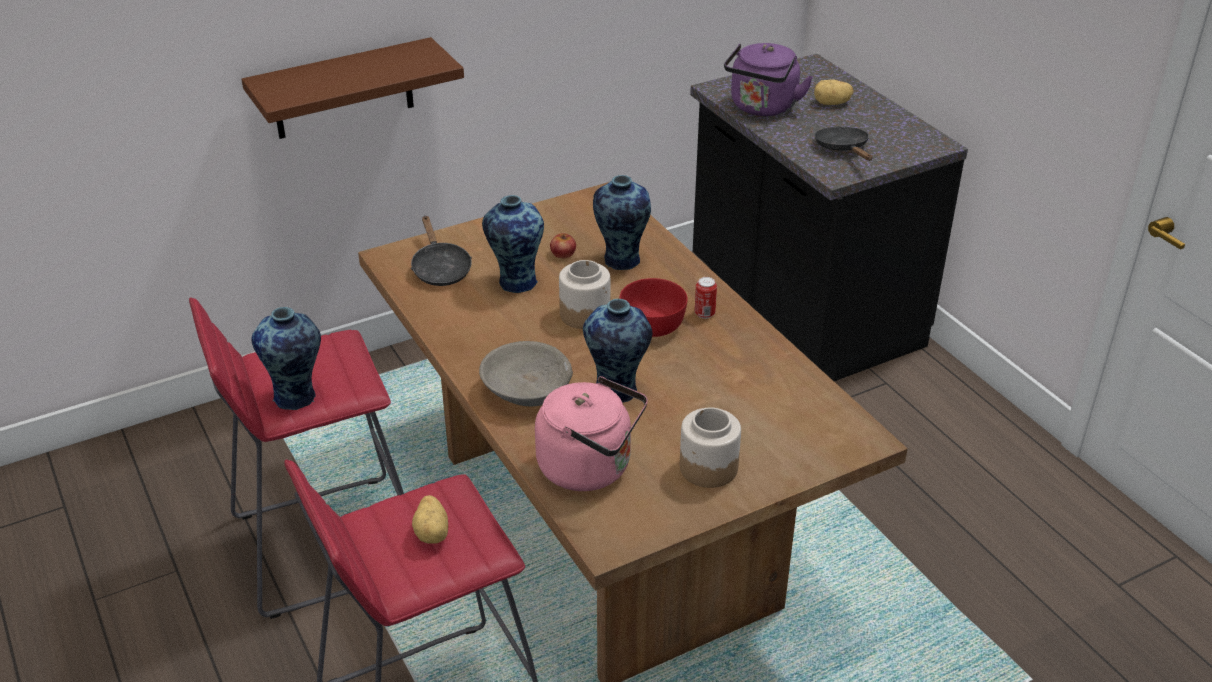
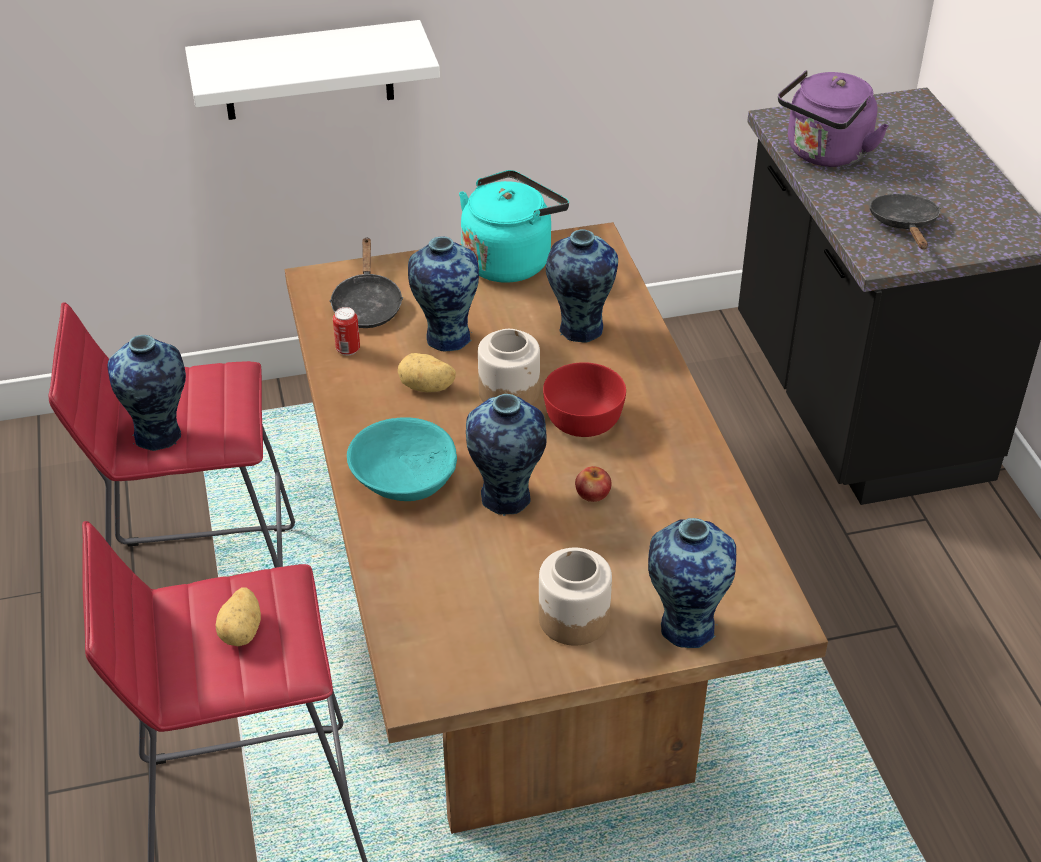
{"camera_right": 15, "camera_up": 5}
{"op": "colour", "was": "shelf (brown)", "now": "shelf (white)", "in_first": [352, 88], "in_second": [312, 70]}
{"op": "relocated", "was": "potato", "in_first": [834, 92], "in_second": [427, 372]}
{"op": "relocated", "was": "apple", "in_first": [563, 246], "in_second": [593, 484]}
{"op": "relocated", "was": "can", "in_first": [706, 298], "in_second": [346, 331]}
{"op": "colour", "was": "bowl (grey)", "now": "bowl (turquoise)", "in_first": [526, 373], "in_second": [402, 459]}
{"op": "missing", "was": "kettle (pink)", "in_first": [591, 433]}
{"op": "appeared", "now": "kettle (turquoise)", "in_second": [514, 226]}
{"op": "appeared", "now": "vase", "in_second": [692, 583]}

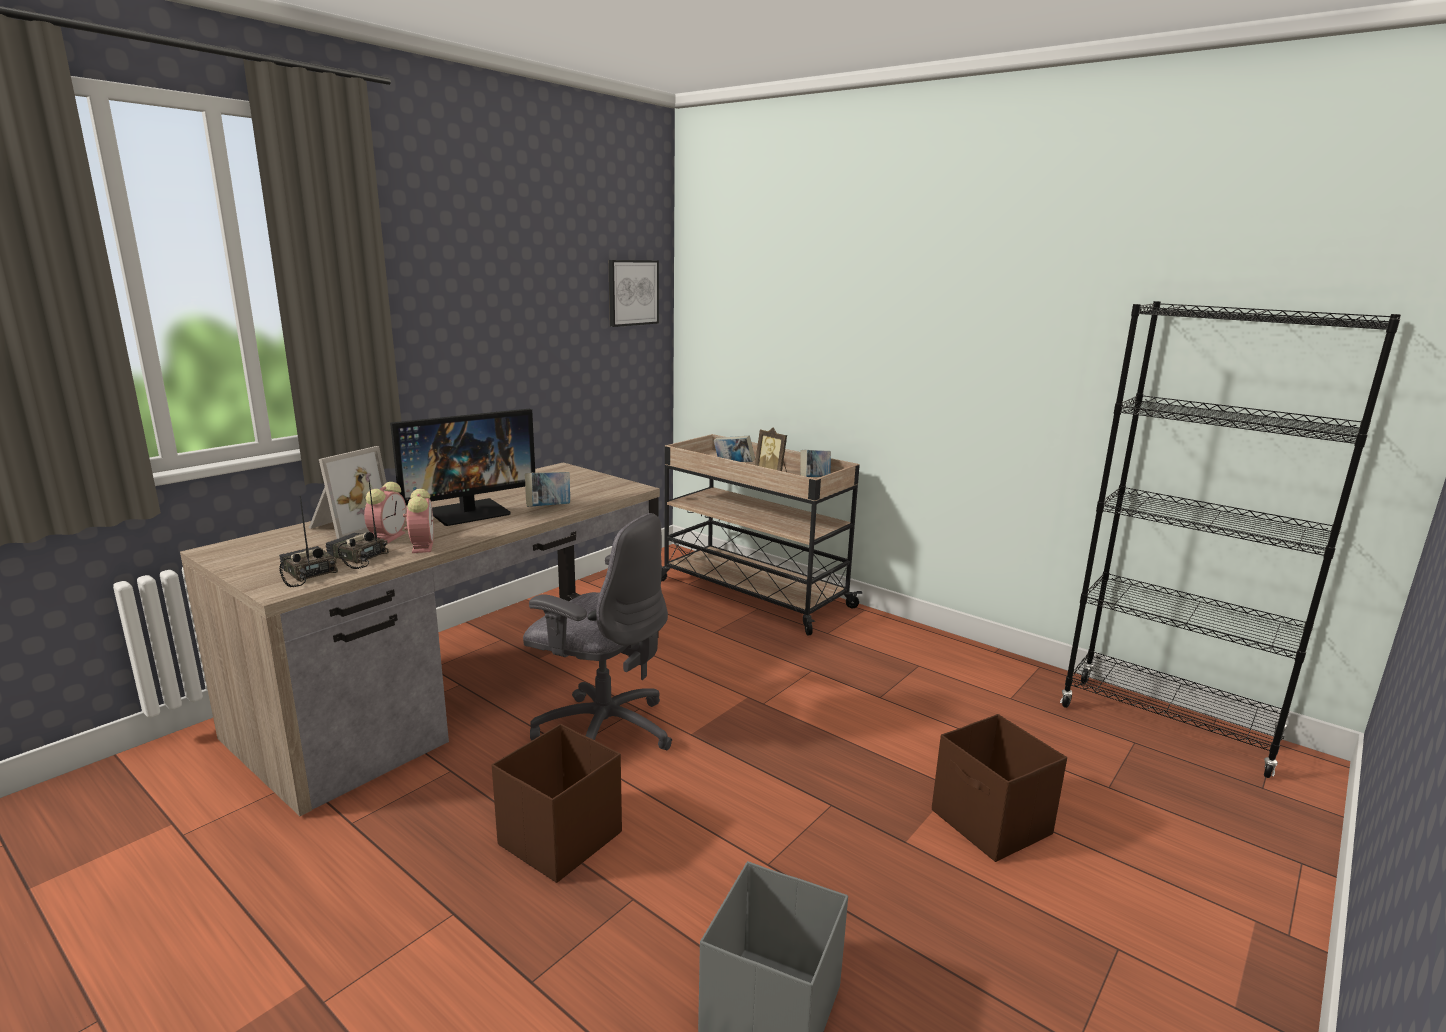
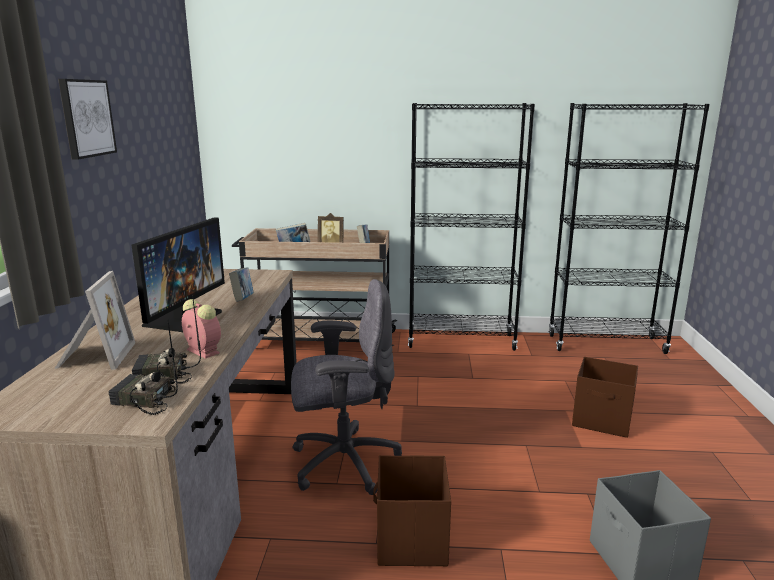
{"camera_right": -35, "camera_up": 0}
{"op": "relocated", "was": "picture", "in_first": [633, 293], "in_second": [87, 119]}
{"op": "missing", "was": "alarm clock", "in_first": [385, 512]}
{"op": "appeared", "now": "bookcase (black)", "in_second": [471, 227]}

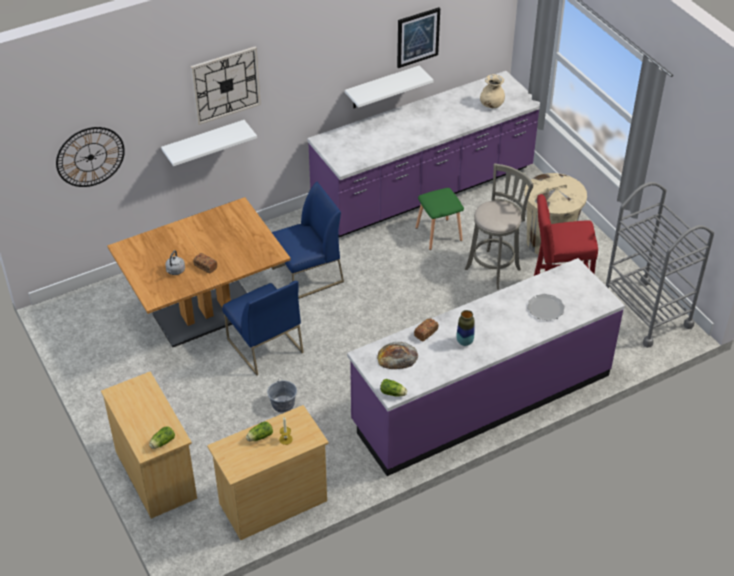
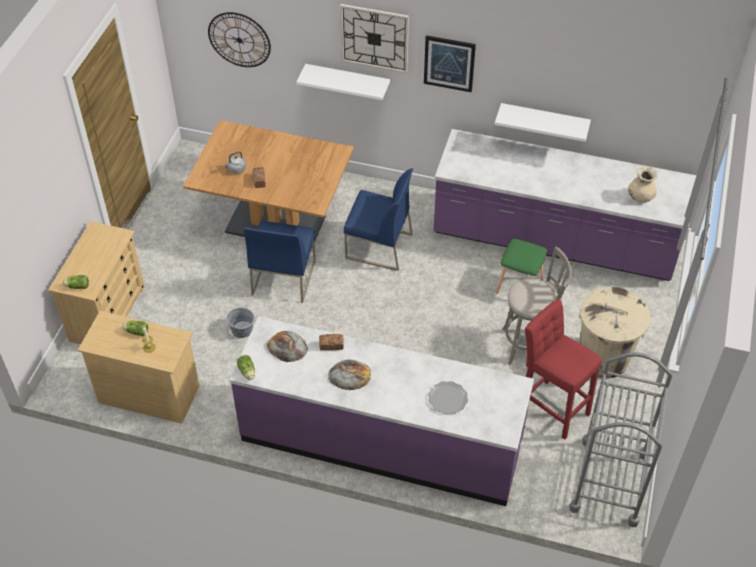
{"camera_right": 45, "camera_up": 5}
{"op": "relocated", "was": "picture", "in_first": [418, 37], "in_second": [450, 63]}
{"op": "exchanged", "was": "vase", "now": "bread", "in_first": [465, 328], "in_second": [349, 375]}

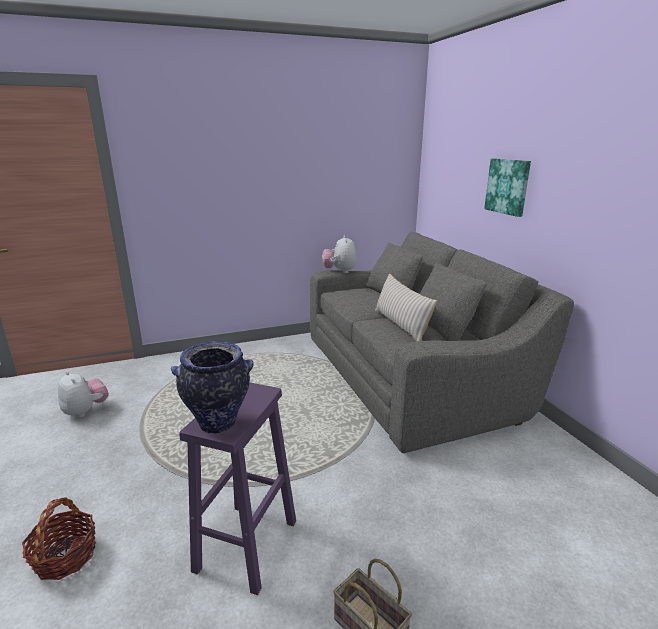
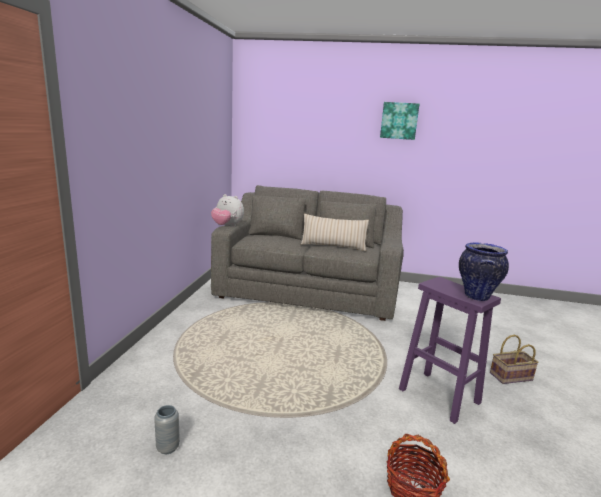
{"camera_right": -60, "camera_up": -5}
{"op": "relocated", "was": "picture", "in_first": [507, 187], "in_second": [400, 121]}
{"op": "exchanged", "was": "plush toy", "now": "vase (grey)", "in_first": [83, 394], "in_second": [167, 429]}

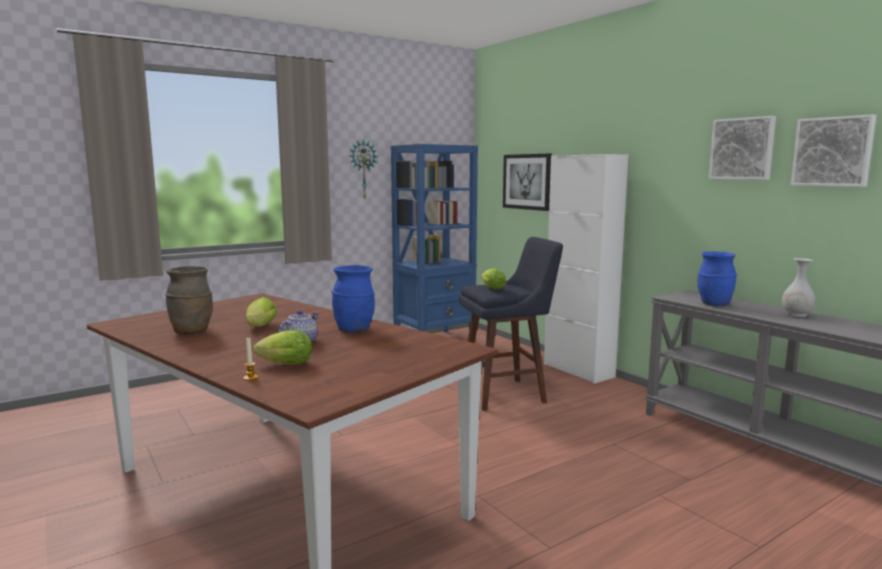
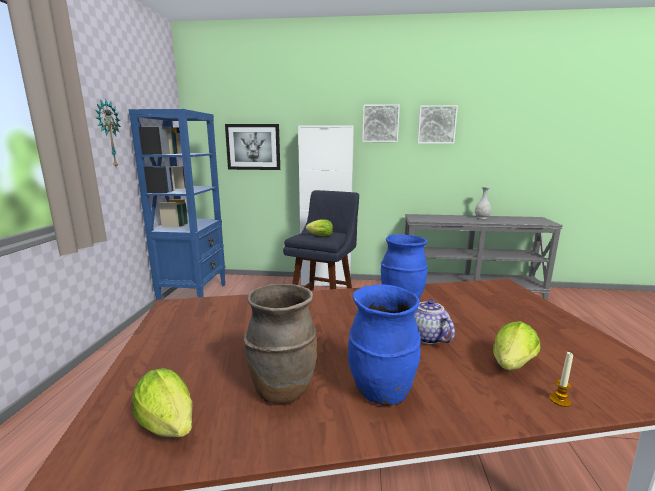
{"camera_right": -50, "camera_up": 5}
{"op": "relocated", "was": "picture", "in_first": [833, 150], "in_second": [381, 123]}
{"op": "relocated", "was": "vase (blue)", "in_first": [717, 278], "in_second": [384, 344]}
{"op": "relocated", "was": "lettuce", "in_first": [261, 312], "in_second": [162, 402]}

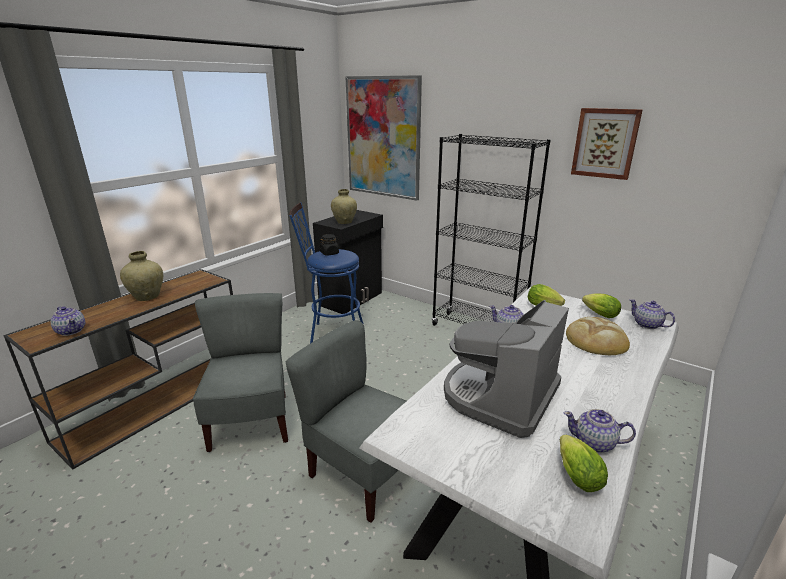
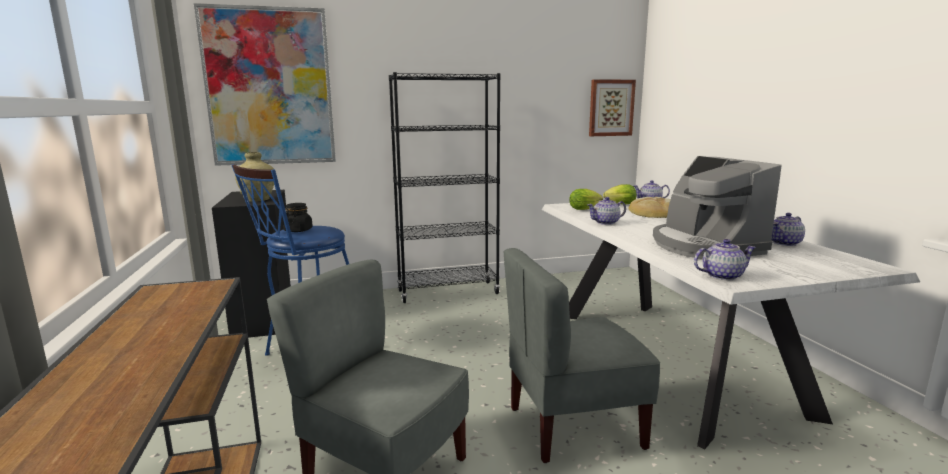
{"camera_right": -50, "camera_up": -10}
{"op": "relocated", "was": "picture", "in_first": [606, 144], "in_second": [612, 107]}
{"op": "missing", "was": "vase (beige)", "in_first": [141, 276]}
{"op": "relocated", "was": "teapot", "in_first": [67, 321], "in_second": [725, 259]}
{"op": "missing", "was": "lettuce", "in_first": [584, 463]}

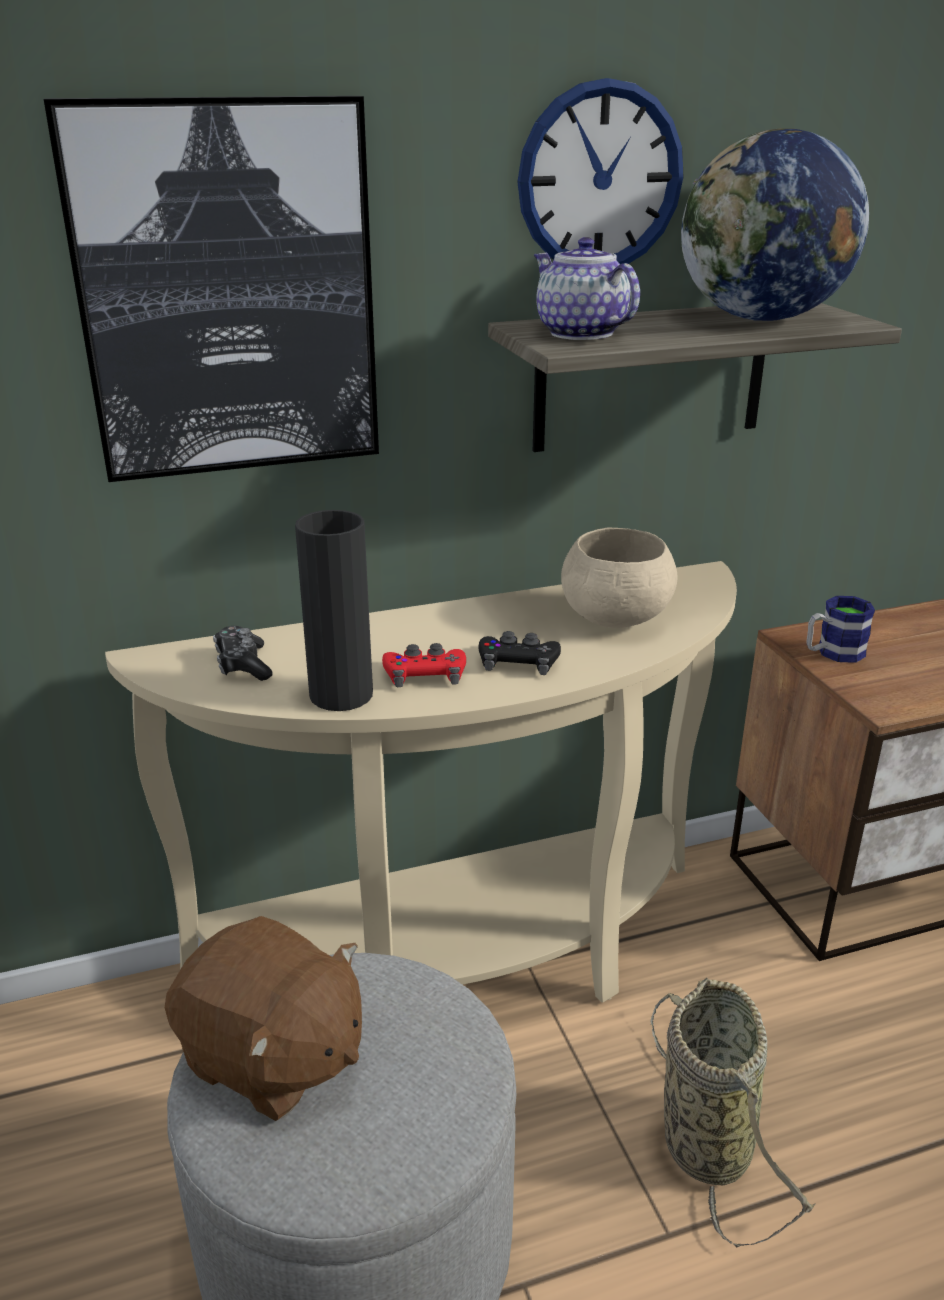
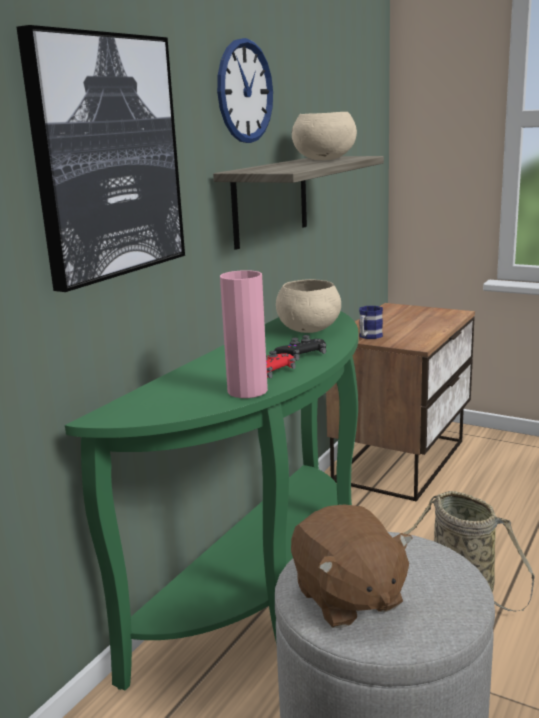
{"camera_right": -40, "camera_up": -10}
{"op": "exchanged", "was": "globe", "now": "bowl (beige)", "in_first": [775, 224], "in_second": [324, 136]}
{"op": "missing", "was": "teapot", "in_first": [587, 288]}
{"op": "colour", "was": "vase (black)", "now": "vase (pink)", "in_first": [334, 610], "in_second": [244, 334]}
{"op": "colour", "was": "console table (beige)", "now": "console table (green)", "in_first": [421, 782], "in_second": [211, 501]}
{"op": "missing", "was": "game controller", "in_first": [243, 653]}
{"op": "spun", "was": "plush toy (brown)", "in_first": [263, 1018], "in_second": [352, 566], "clockwise": 75}

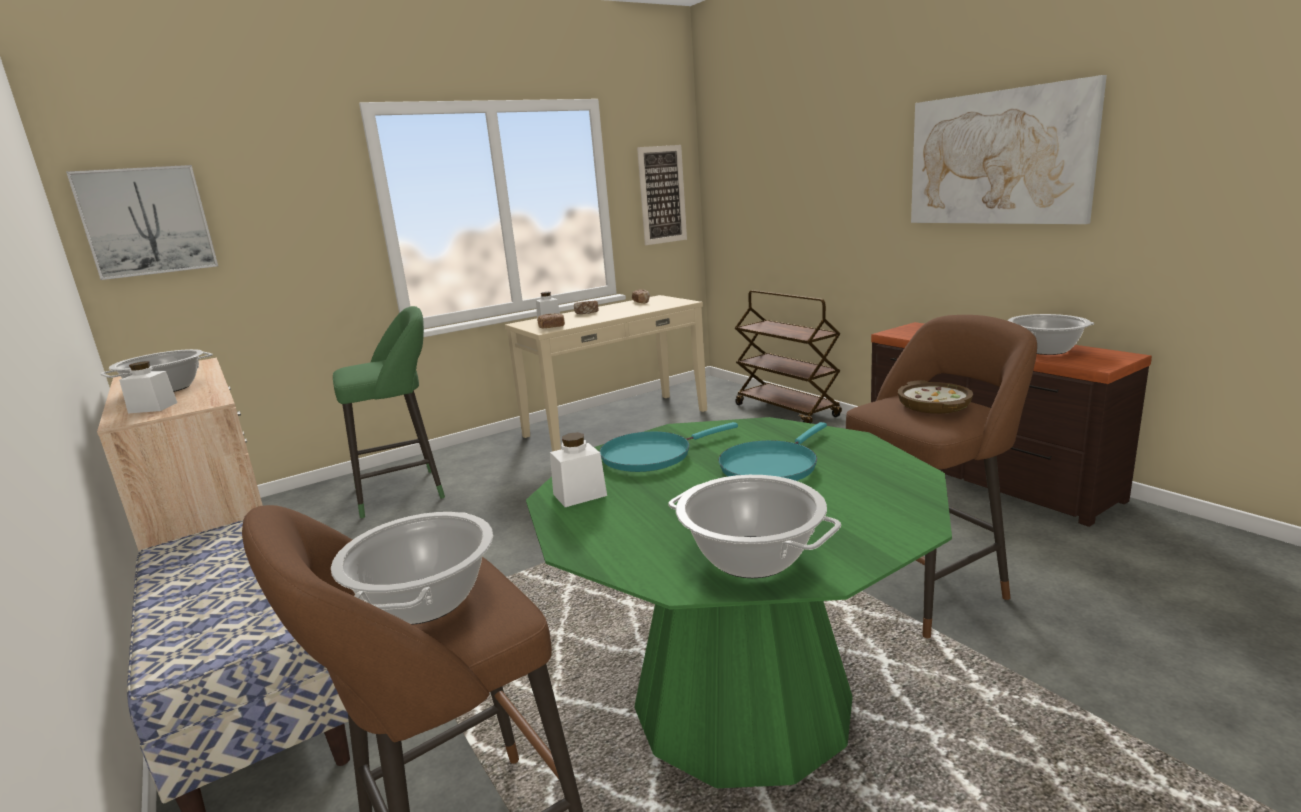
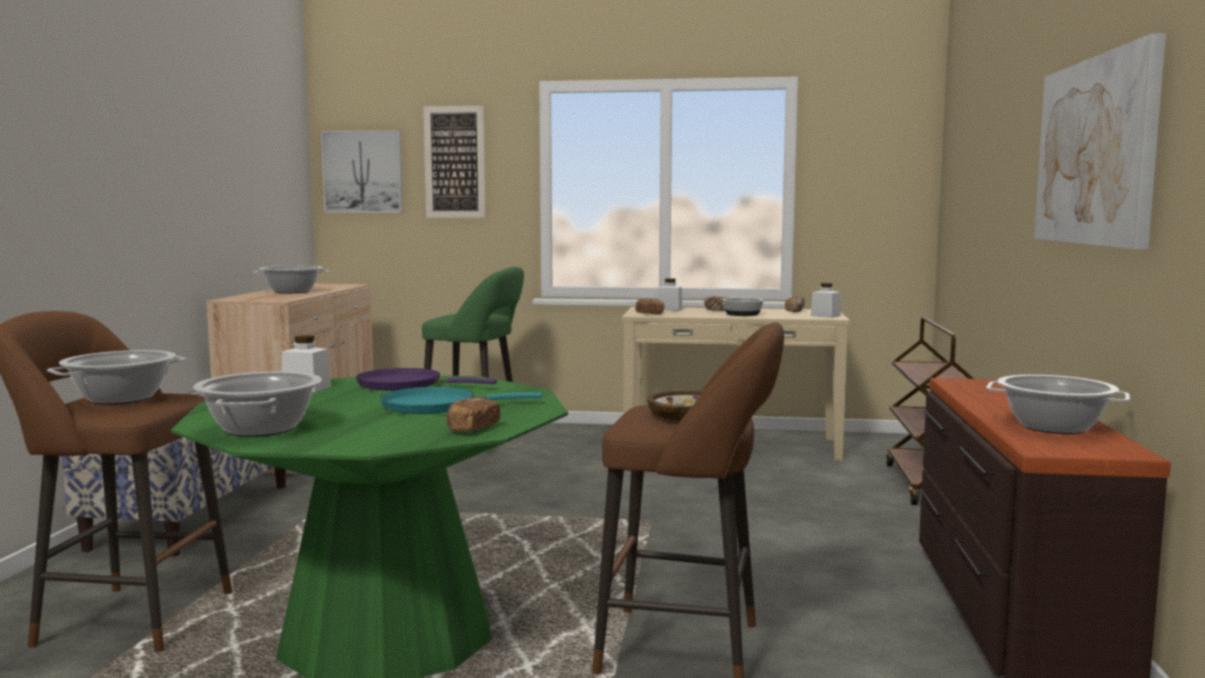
{"camera_right": 40, "camera_up": -10}
{"op": "relocated", "was": "picture", "in_first": [662, 195], "in_second": [454, 162]}
{"op": "relocated", "was": "jar (white)", "in_first": [148, 387], "in_second": [826, 300]}
{"op": "colour", "was": "frying pan (turquoise)", "now": "frying pan (purple)", "in_first": [668, 447], "in_second": [426, 379]}
{"op": "appeared", "now": "bowl", "in_second": [743, 307]}
{"op": "appeared", "now": "bread", "in_second": [473, 415]}

